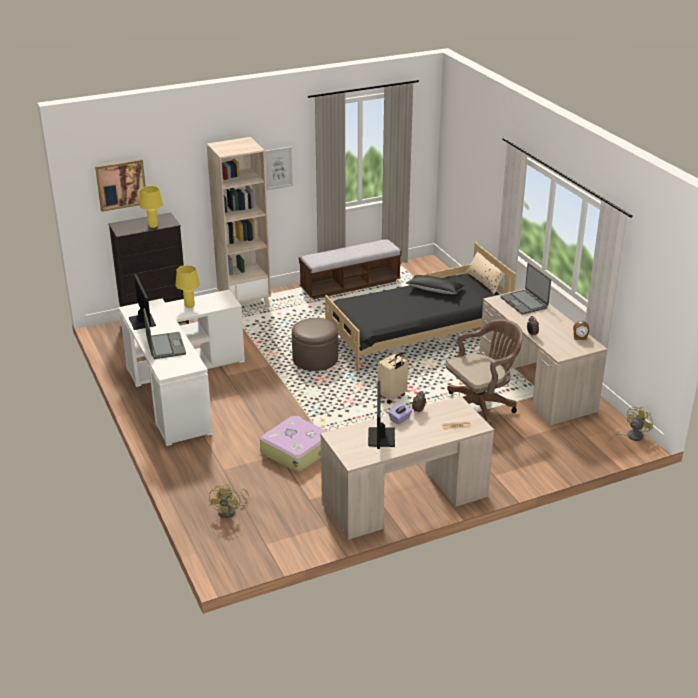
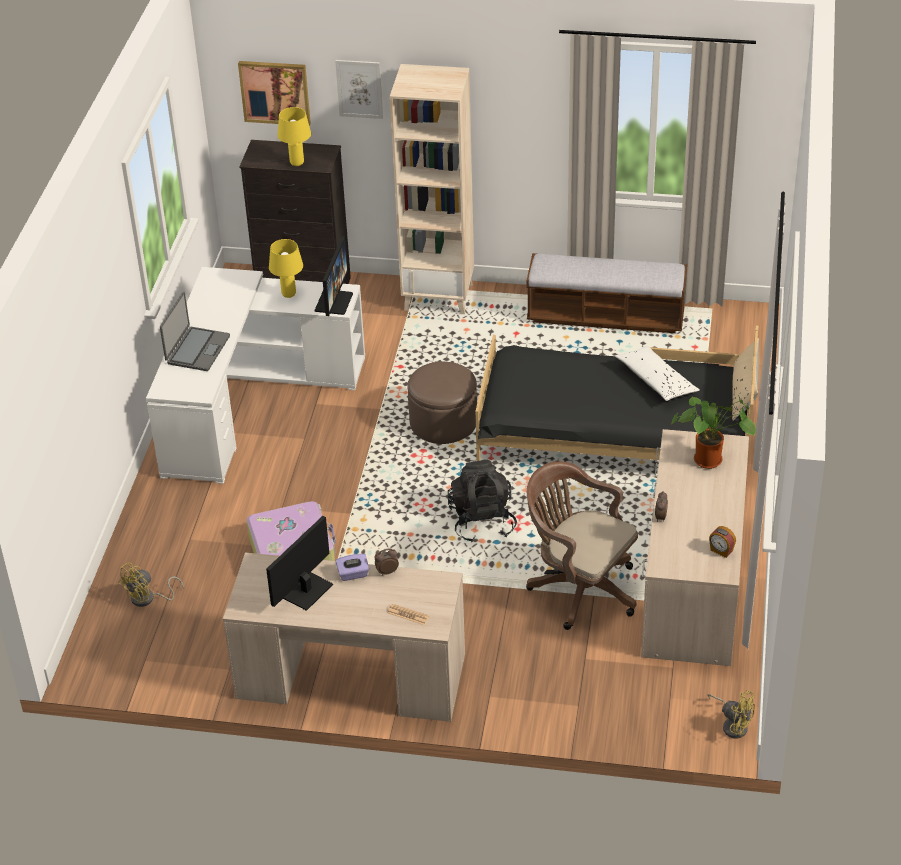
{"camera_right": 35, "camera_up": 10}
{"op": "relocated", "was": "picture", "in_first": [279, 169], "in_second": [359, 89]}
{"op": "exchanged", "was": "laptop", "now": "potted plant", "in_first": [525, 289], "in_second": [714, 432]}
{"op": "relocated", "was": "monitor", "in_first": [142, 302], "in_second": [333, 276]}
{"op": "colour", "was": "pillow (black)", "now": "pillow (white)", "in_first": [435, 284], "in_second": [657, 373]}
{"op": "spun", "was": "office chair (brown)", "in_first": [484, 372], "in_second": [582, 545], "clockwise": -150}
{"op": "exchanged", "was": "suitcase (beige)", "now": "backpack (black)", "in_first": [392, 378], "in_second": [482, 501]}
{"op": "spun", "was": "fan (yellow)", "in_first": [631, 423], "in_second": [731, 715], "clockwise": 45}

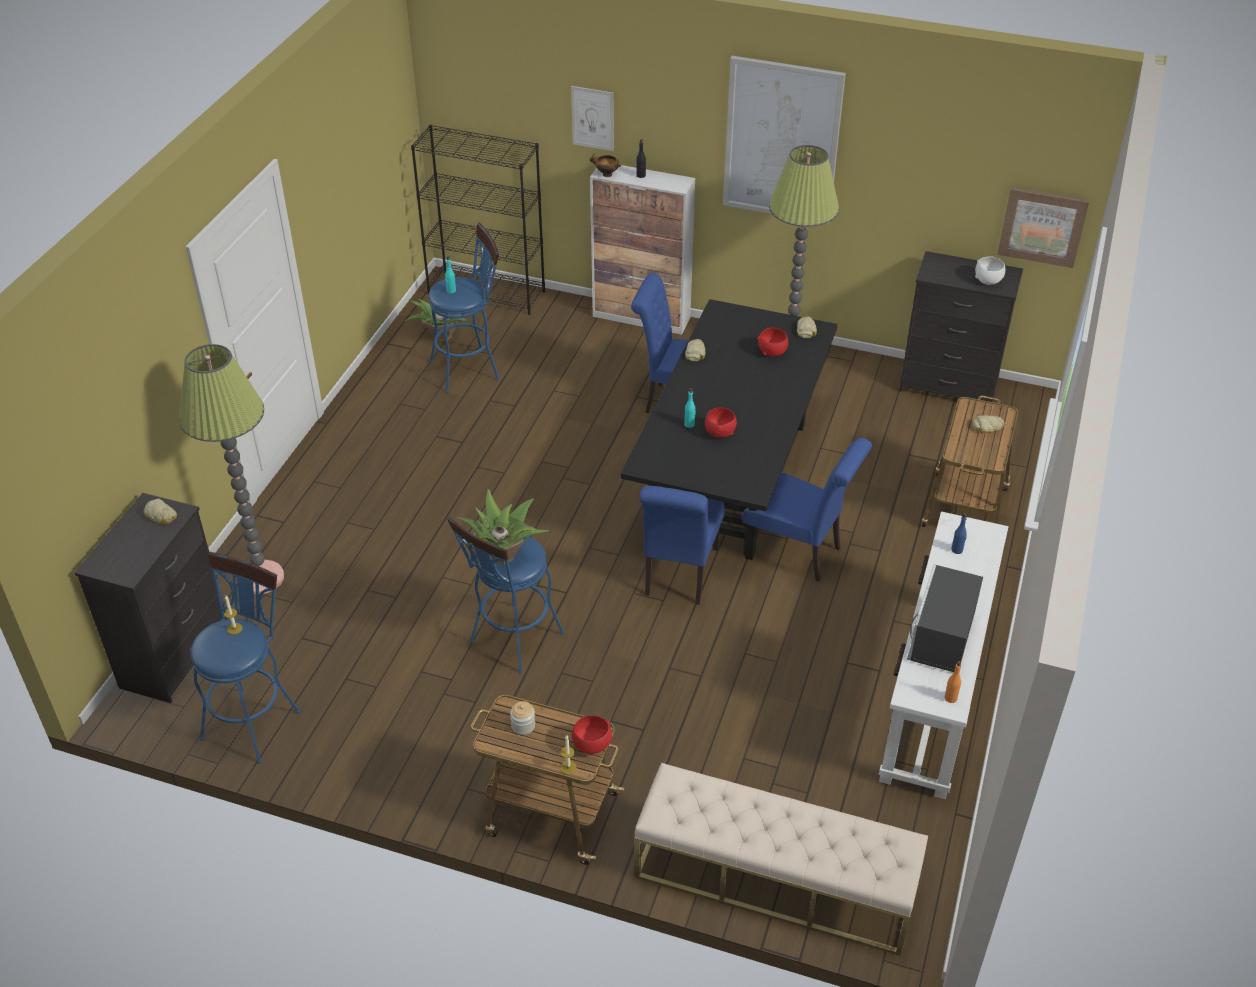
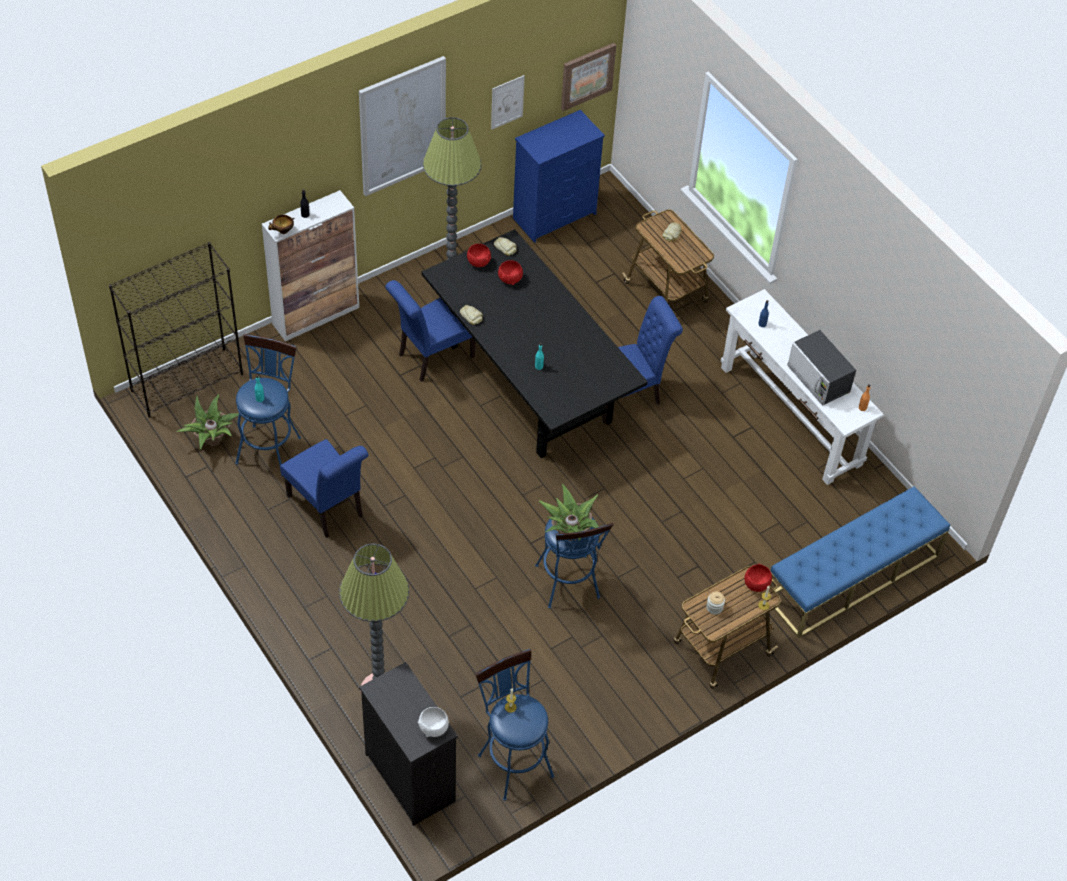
{"camera_right": -55, "camera_up": 10}
{"op": "relocated", "was": "picture", "in_first": [592, 118], "in_second": [508, 102]}
{"op": "colour", "was": "dresser (black)", "now": "dresser (blue)", "in_first": [961, 326], "in_second": [559, 176]}
{"op": "relocated", "was": "bowl (white)", "in_first": [990, 270], "in_second": [433, 722]}
{"op": "relocated", "was": "bowl (red)", "in_first": [721, 422], "in_second": [479, 255]}
{"op": "relocated", "was": "chair (blue)", "in_first": [682, 545], "in_second": [324, 488]}
{"op": "missing", "was": "bread", "in_first": [160, 511]}
{"op": "colour", "was": "bench (beige)", "now": "bench (blue)", "in_first": [781, 859], "in_second": [860, 562]}

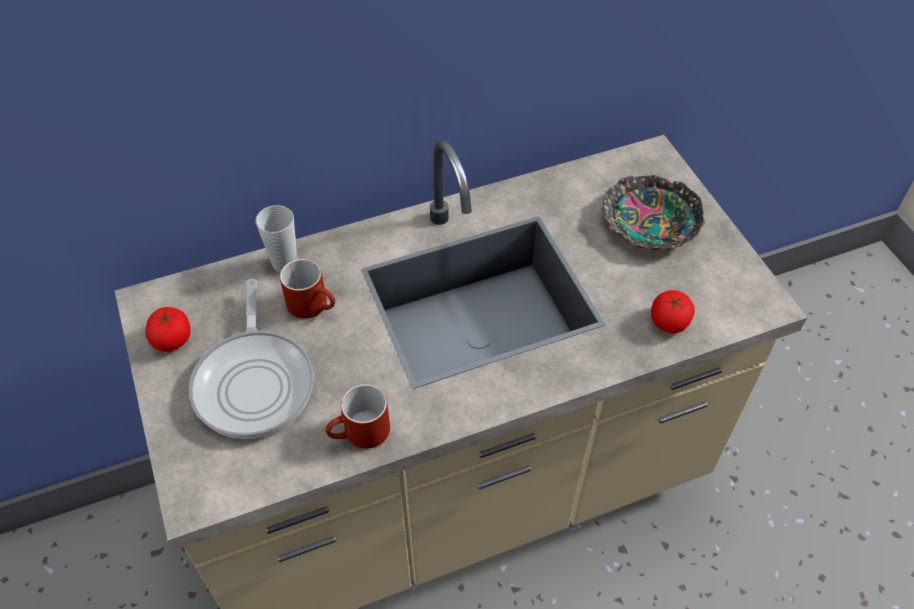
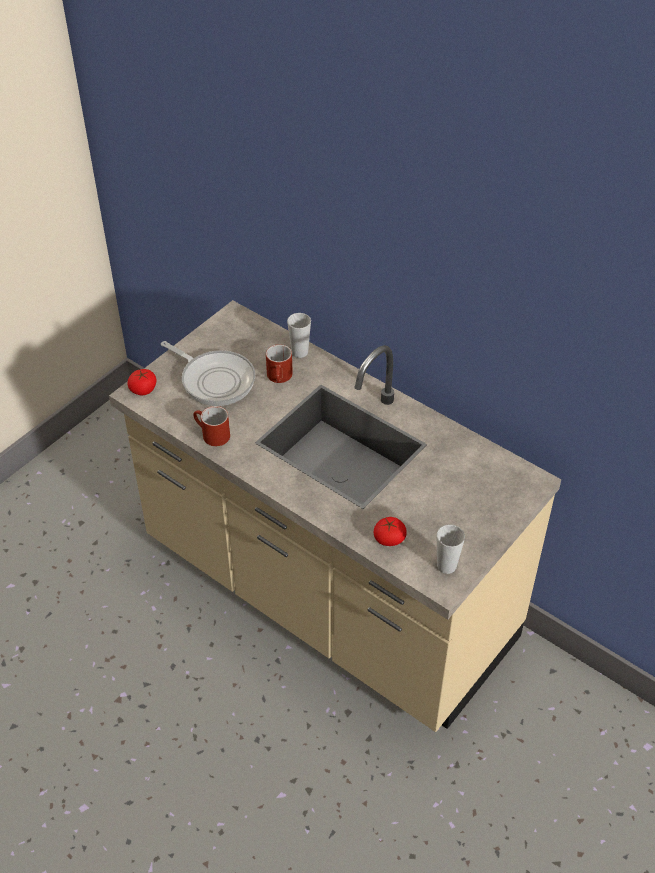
{"camera_right": 60, "camera_up": -5}
{"op": "missing", "was": "bowl", "in_first": [653, 213]}
{"op": "spun", "was": "frying pan", "in_first": [251, 359], "in_second": [208, 373], "clockwise": -105}
{"op": "relocated", "was": "tomato", "in_first": [168, 329], "in_second": [142, 382]}
{"op": "appeared", "now": "cup", "in_second": [451, 549]}

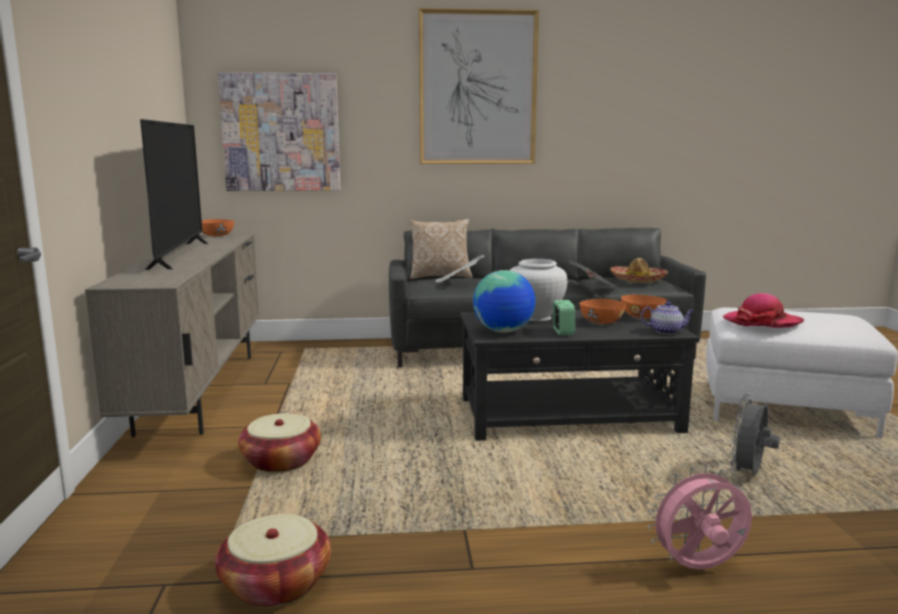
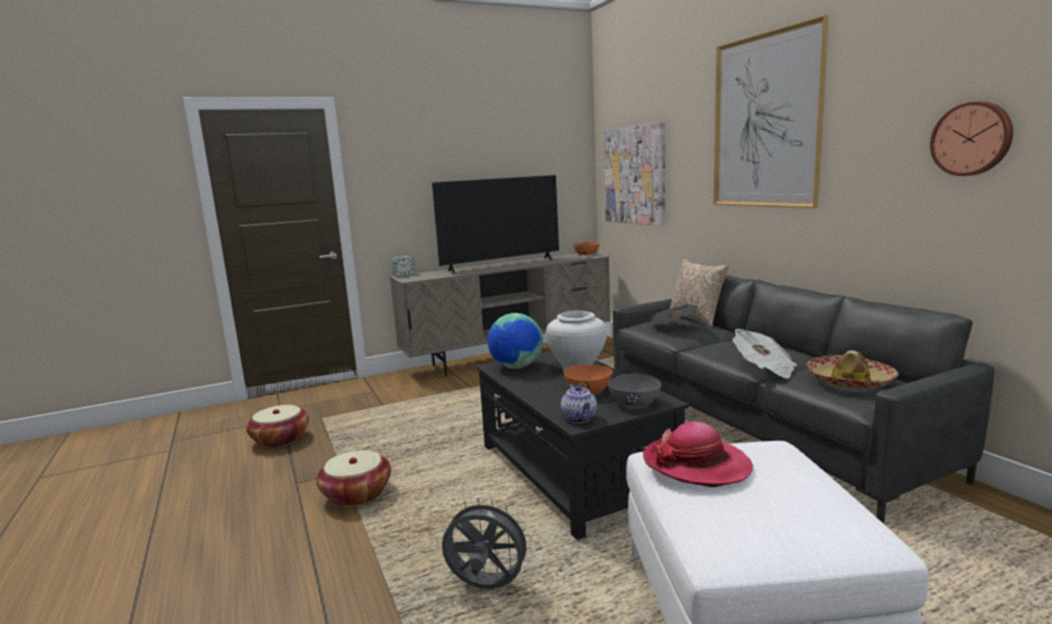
{"camera_right": 70, "camera_up": 0}
{"op": "colour", "was": "bowl (orange)", "now": "bowl (grey)", "in_first": [644, 307], "in_second": [634, 390]}
{"op": "relocated", "was": "alarm clock", "in_first": [564, 317], "in_second": [403, 266]}
{"op": "relocated", "was": "basket", "in_first": [279, 443], "in_second": [353, 478]}
{"op": "missing", "was": "fan (pink)", "in_first": [699, 517]}
{"op": "appeared", "now": "wall clock", "in_second": [971, 138]}

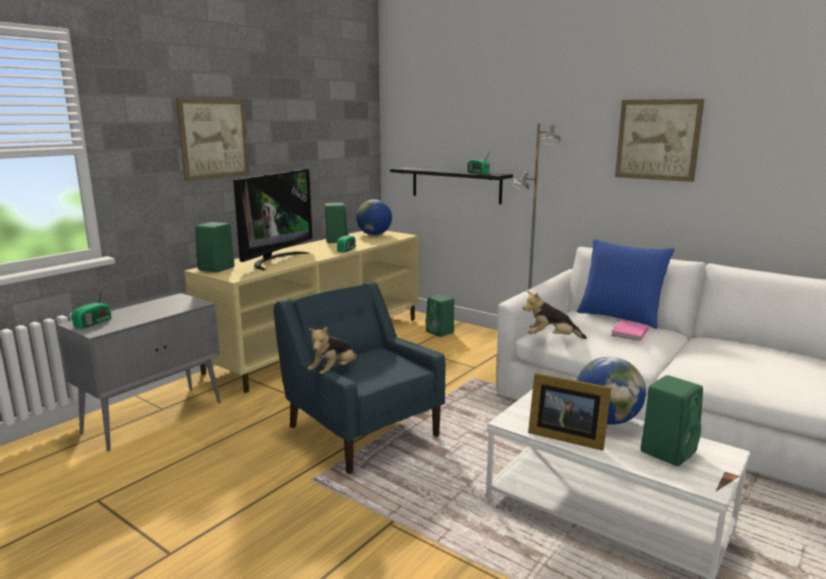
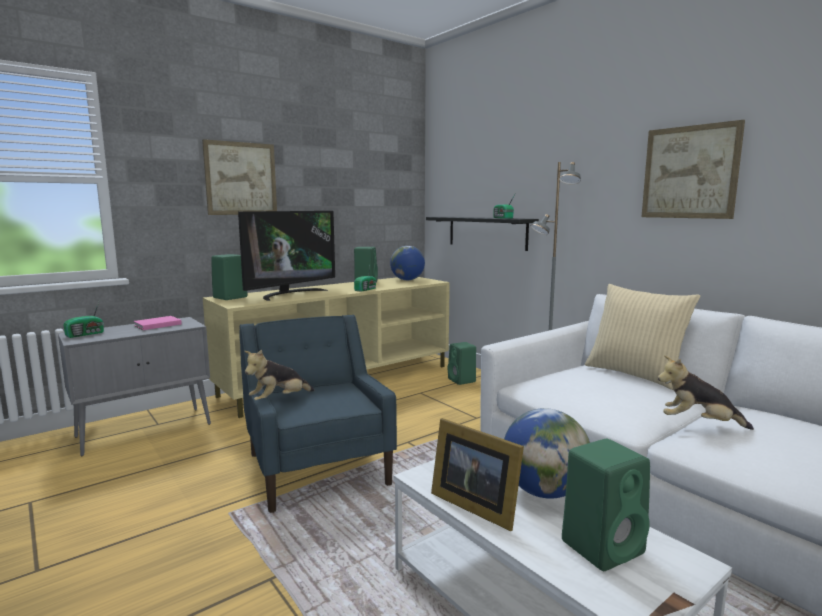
{"camera_right": 15, "camera_up": -5}
{"op": "colour", "was": "pillow (blue)", "now": "pillow (beige)", "in_first": [626, 284], "in_second": [642, 337]}
{"op": "relocated", "was": "plush toy", "in_first": [555, 315], "in_second": [706, 392]}
{"op": "relocated", "was": "book (pink)", "in_first": [630, 330], "in_second": [158, 323]}

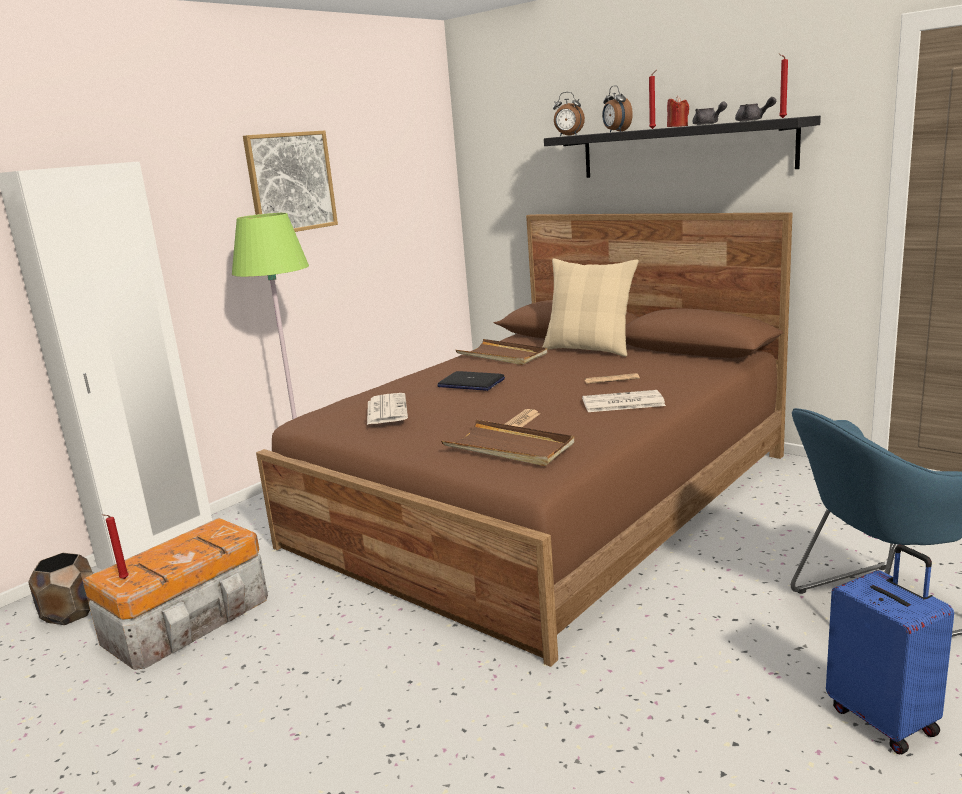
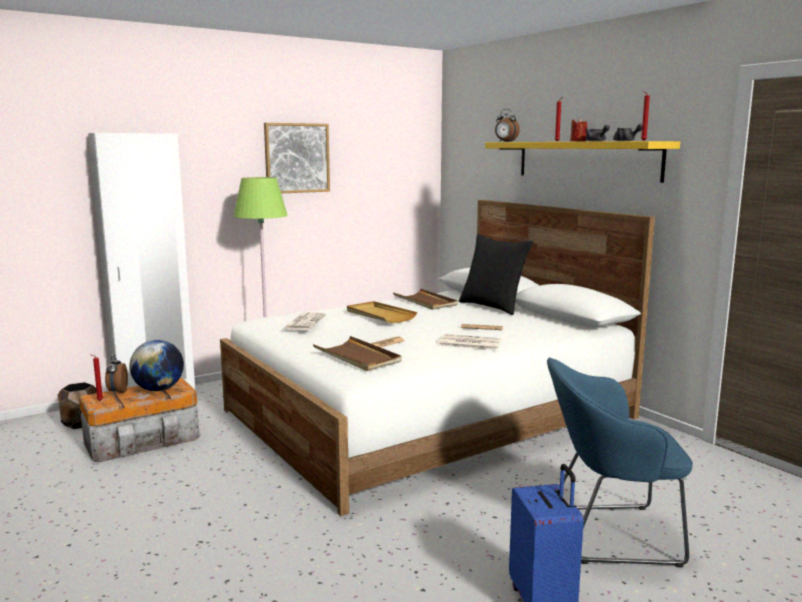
{"camera_right": 15, "camera_up": -5}
{"op": "relocated", "was": "alarm clock", "in_first": [617, 108], "in_second": [116, 374]}
{"op": "colour", "was": "shelf (black)", "now": "shelf (yellow)", "in_first": [682, 147], "in_second": [582, 162]}
{"op": "colour", "was": "bed (brown)", "now": "bed (white)", "in_first": [524, 439], "in_second": [437, 358]}
{"op": "colour", "was": "pillow (beige)", "now": "pillow (black)", "in_first": [591, 308], "in_second": [496, 274]}
{"op": "exchanged", "was": "laptop", "now": "tray (beige)", "in_first": [471, 381], "in_second": [382, 312]}
{"op": "appeared", "now": "globe", "in_second": [156, 365]}

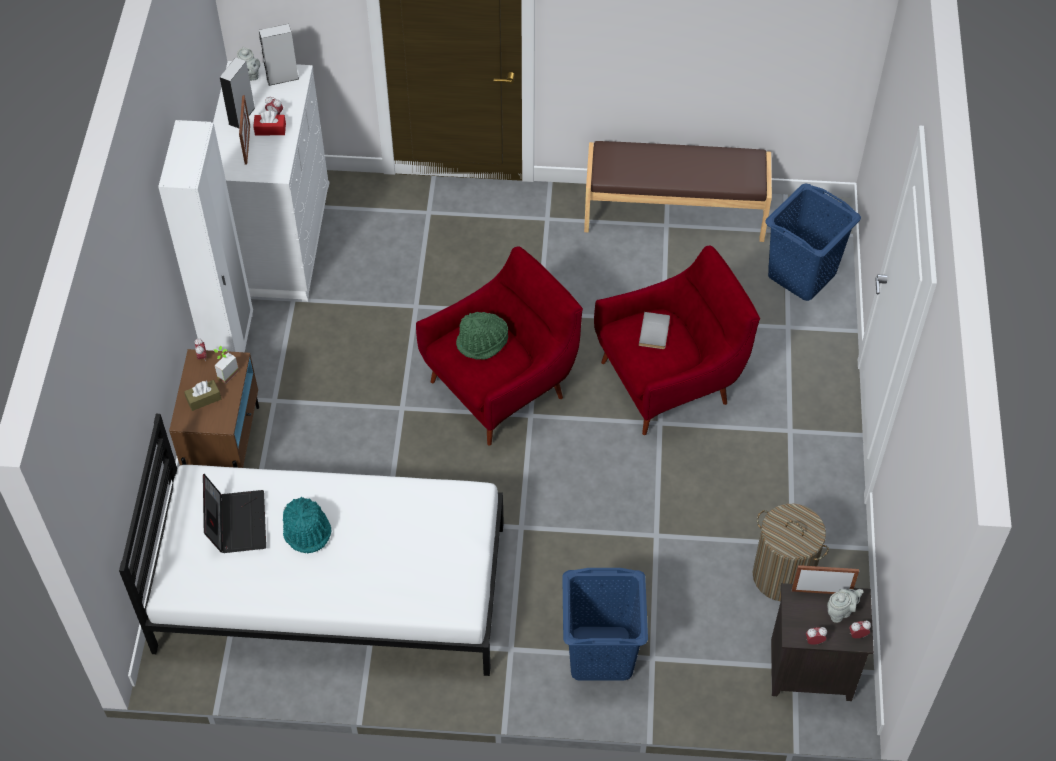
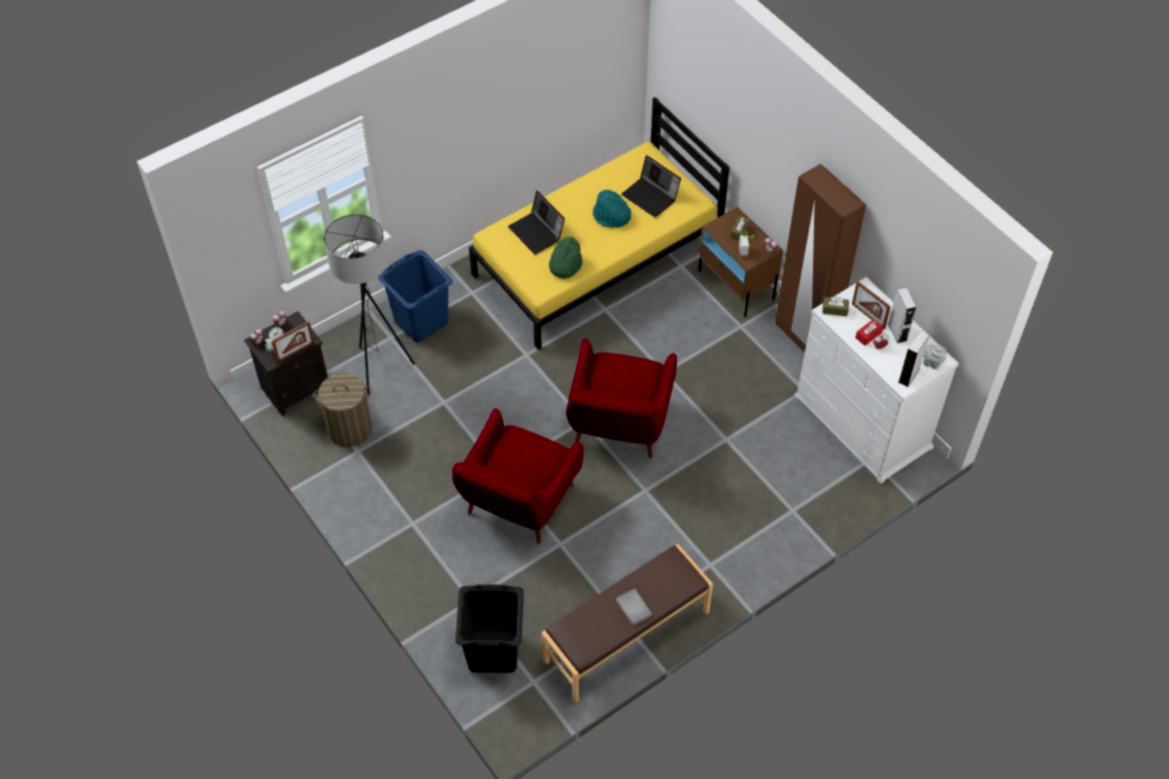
{"camera_right": 140, "camera_up": 0}
{"op": "colour", "was": "wardrobe (white)", "now": "wardrobe (brown)", "in_first": [205, 236], "in_second": [820, 258]}
{"op": "colour", "was": "laundry basket (blue)", "now": "laundry basket (black)", "in_first": [813, 242], "in_second": [489, 628]}
{"op": "relocated", "was": "hat (green)", "in_first": [482, 336], "in_second": [565, 258]}
{"op": "relocated", "was": "book (grey)", "in_first": [654, 330], "in_second": [634, 607]}
{"op": "colour", "was": "bed (white)", "now": "bed (yellow)", "in_first": [311, 545], "in_second": [599, 223]}
{"op": "appeared", "now": "laptop", "in_second": [536, 223]}
{"op": "appeared", "now": "floor lamp (grey)", "in_second": [369, 305]}
{"op": "appeared", "now": "tissue box (brown)", "in_second": [835, 306]}

